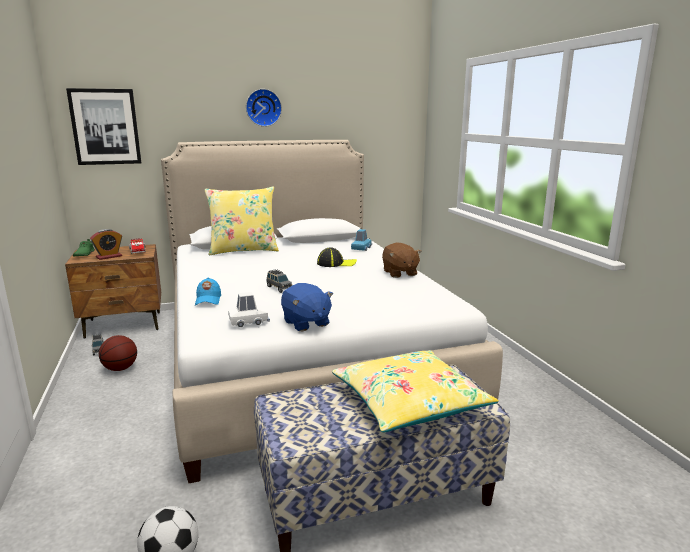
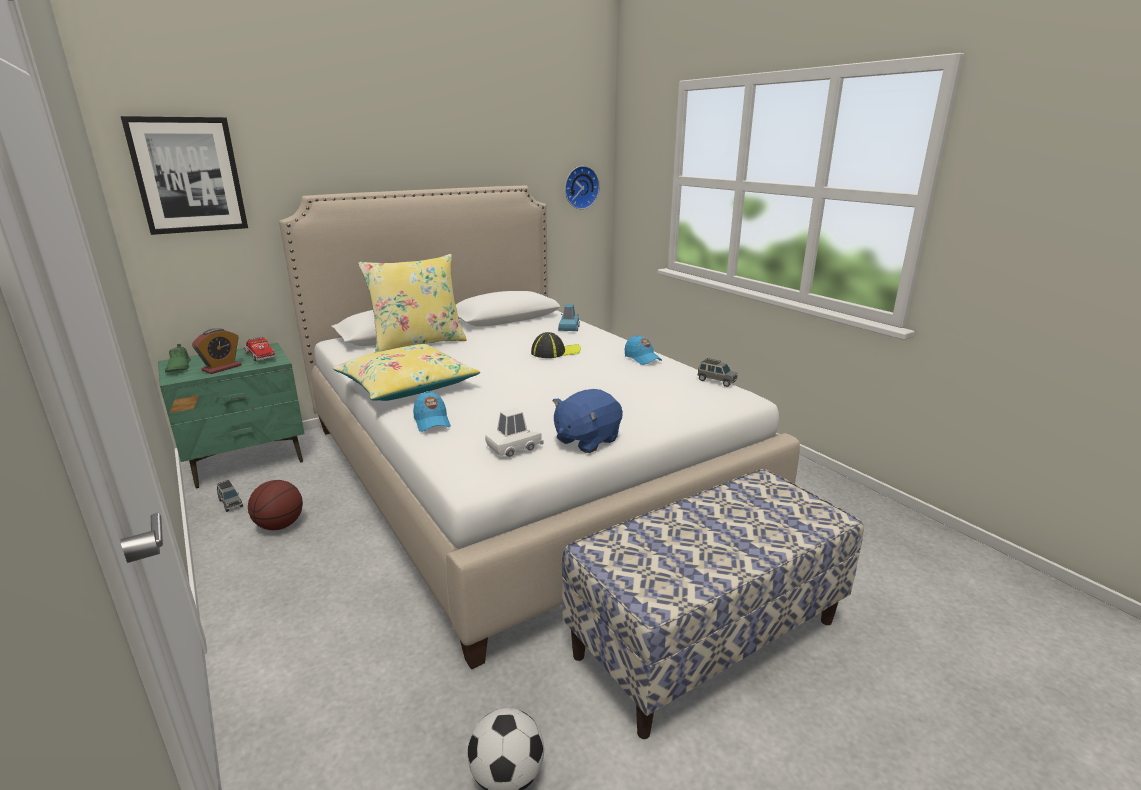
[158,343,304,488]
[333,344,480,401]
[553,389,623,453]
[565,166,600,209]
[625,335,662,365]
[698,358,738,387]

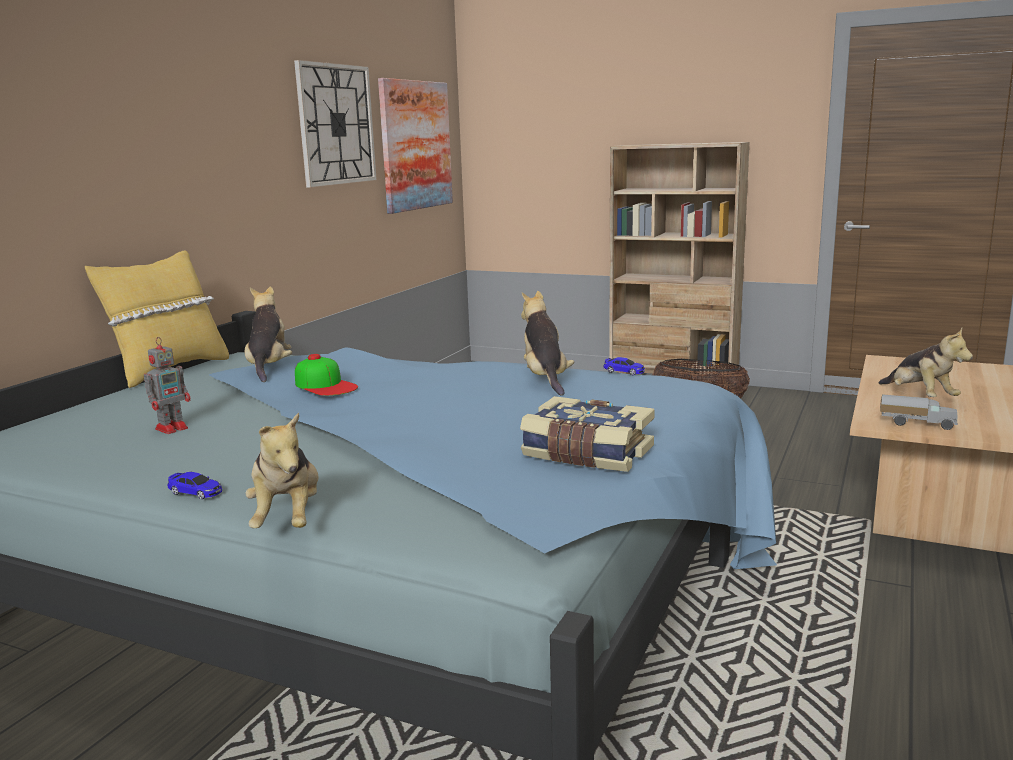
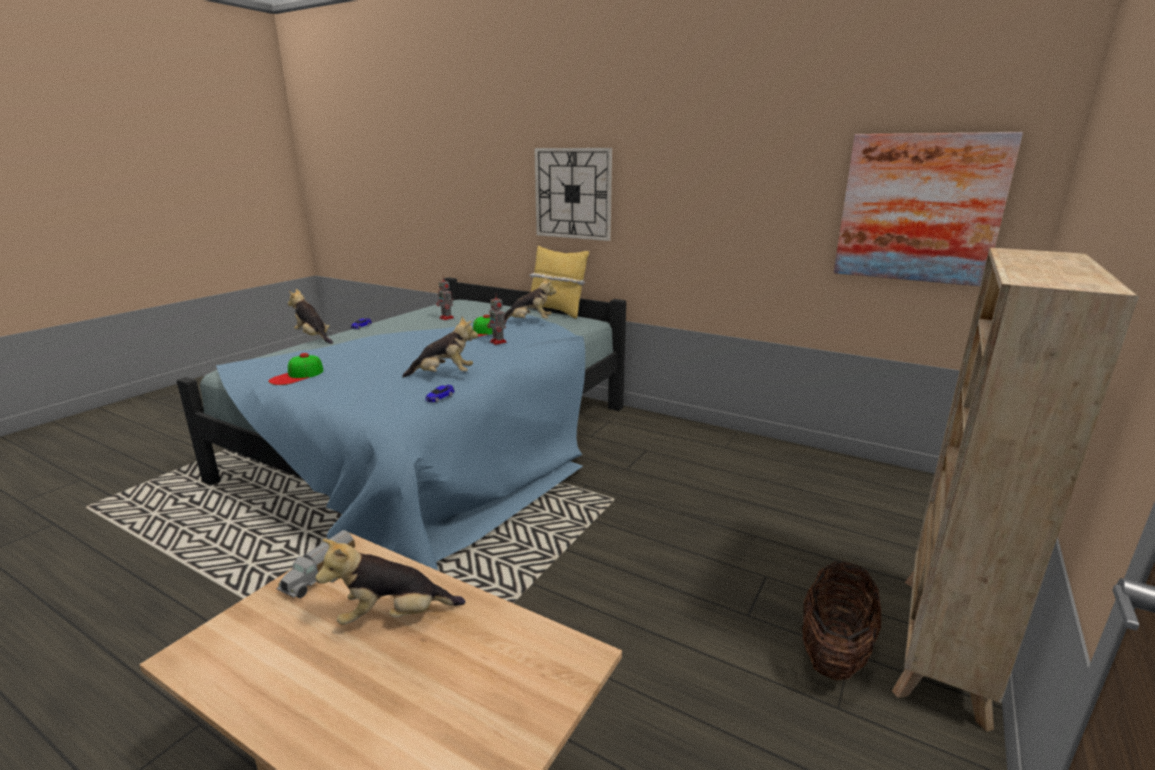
[269,353,324,385]
[288,289,333,344]
[487,294,507,345]
[534,148,612,241]

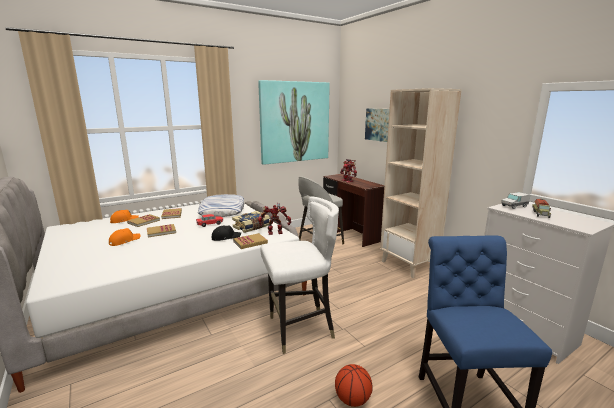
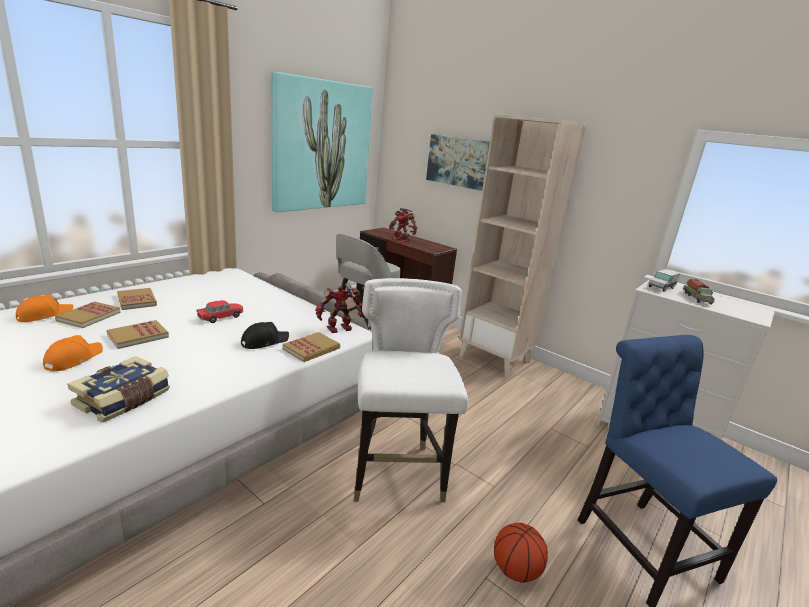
[67,356,170,423]
[354,278,468,502]
[198,194,244,217] (first image)

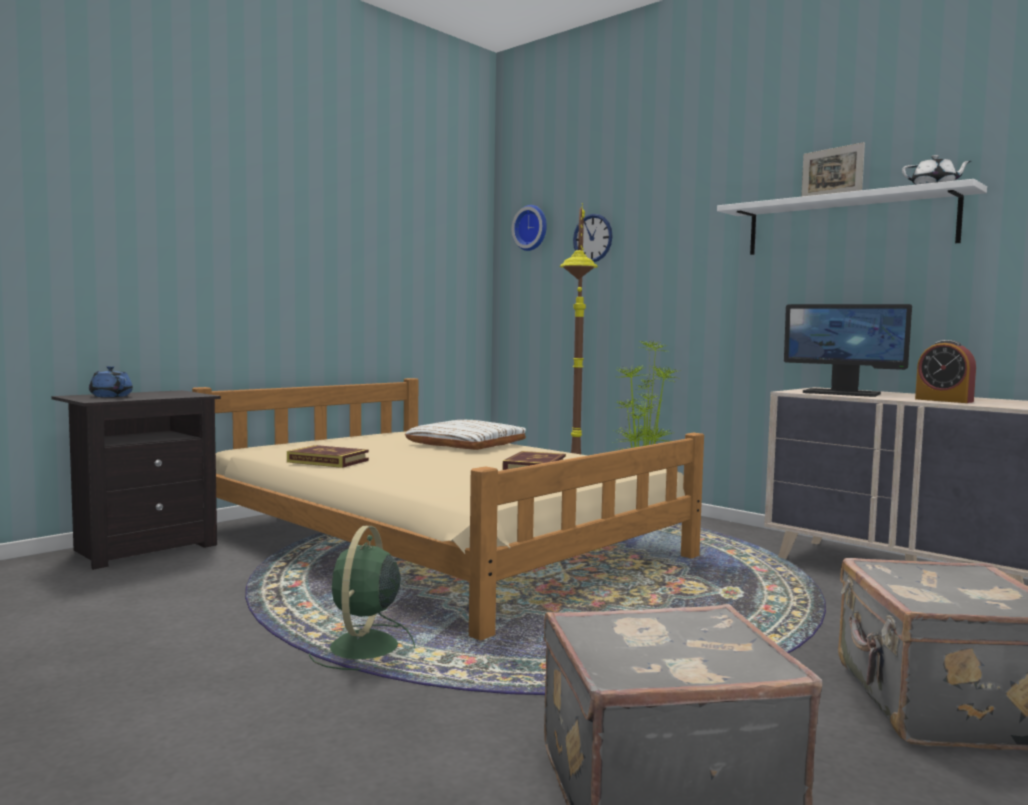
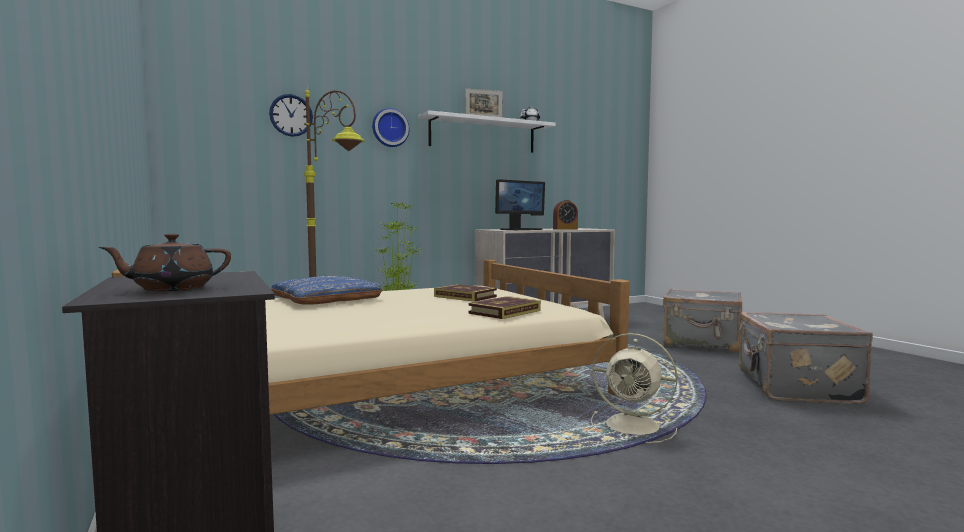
[99,234,231,291]
[271,276,382,304]
[372,108,409,147]
[469,296,541,319]
[591,333,677,443]

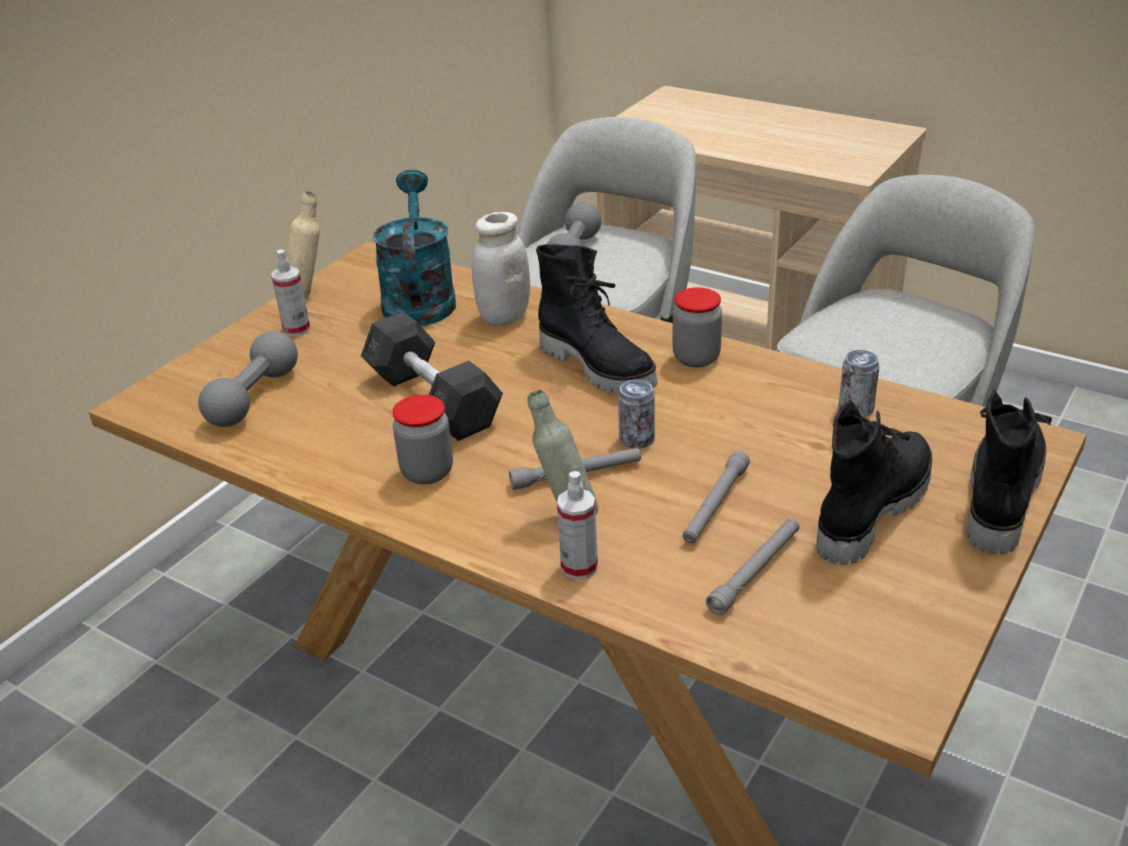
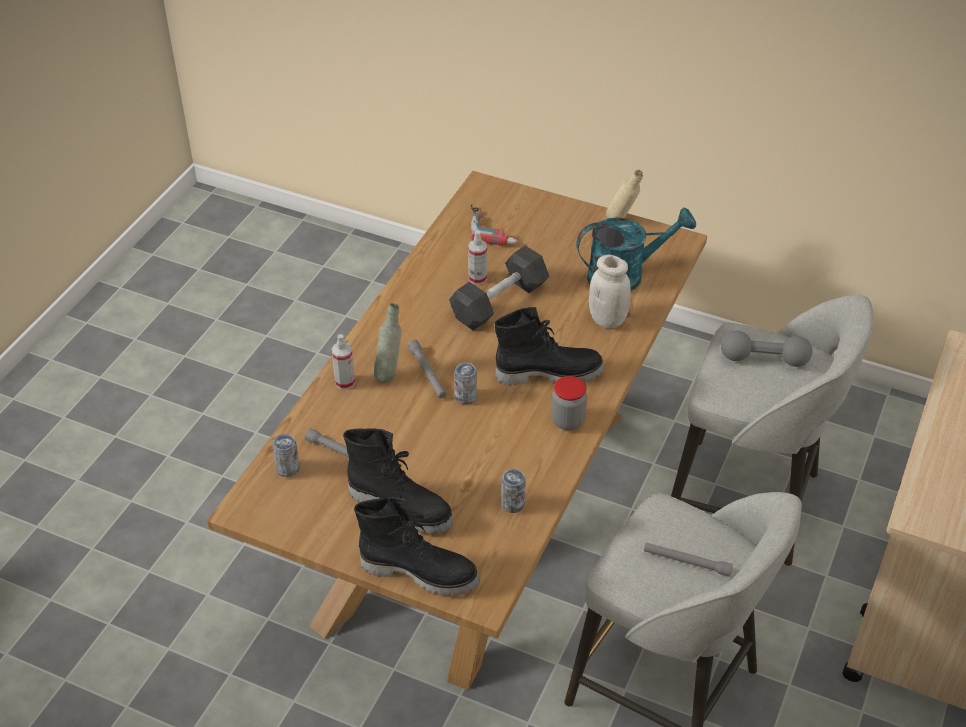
[272,434,300,477]
[468,231,487,285]
[471,204,518,246]
[495,307,605,386]
[644,543,733,577]
[392,395,453,484] (first image)

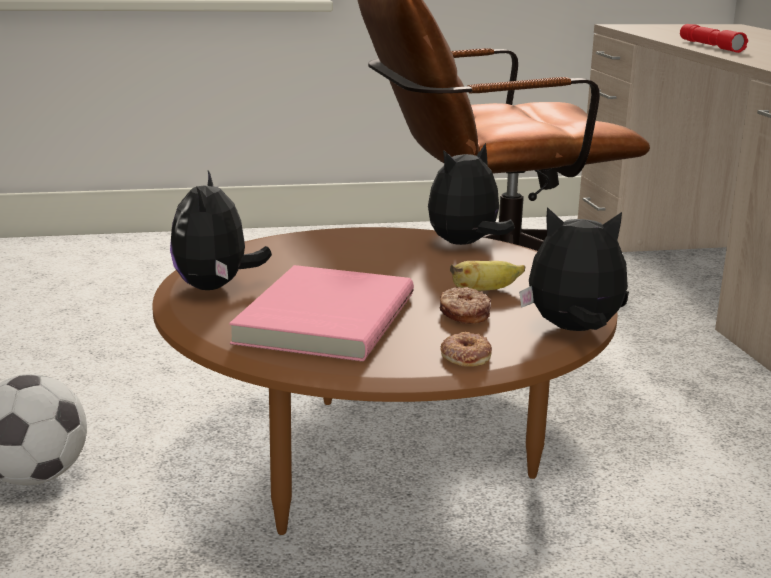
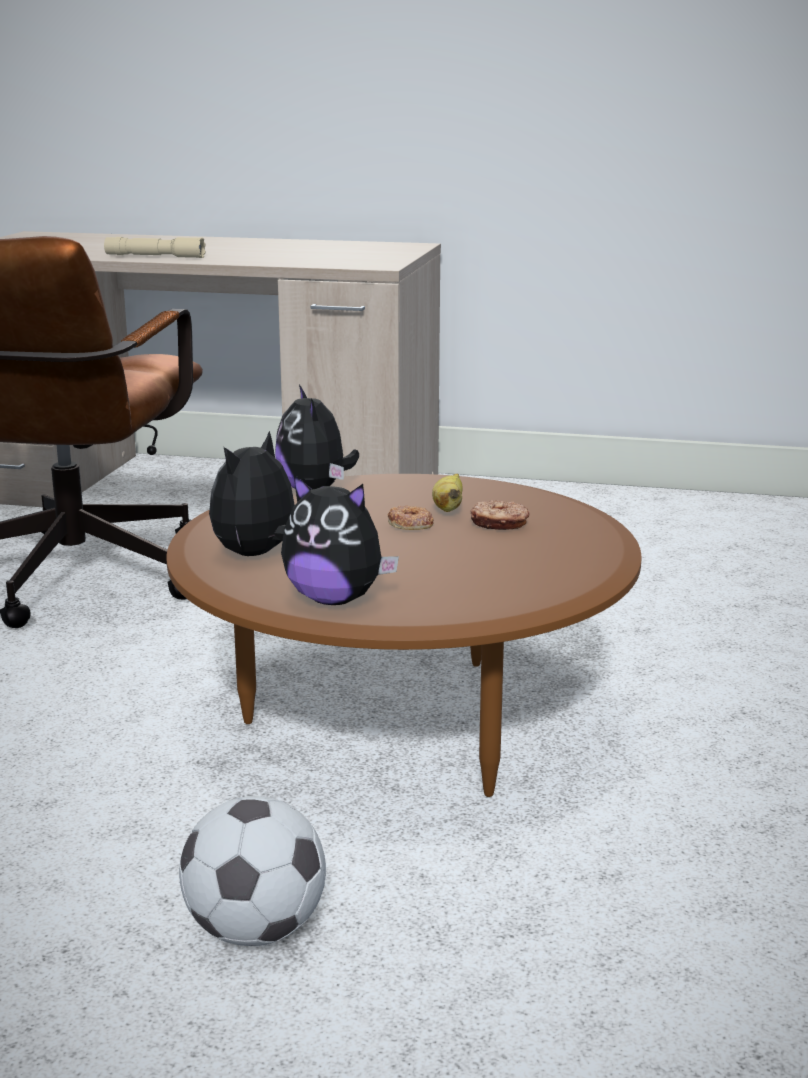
[104,237,206,258]
[209,431,295,556]
[388,505,434,530]
[229,265,414,362] (first image)

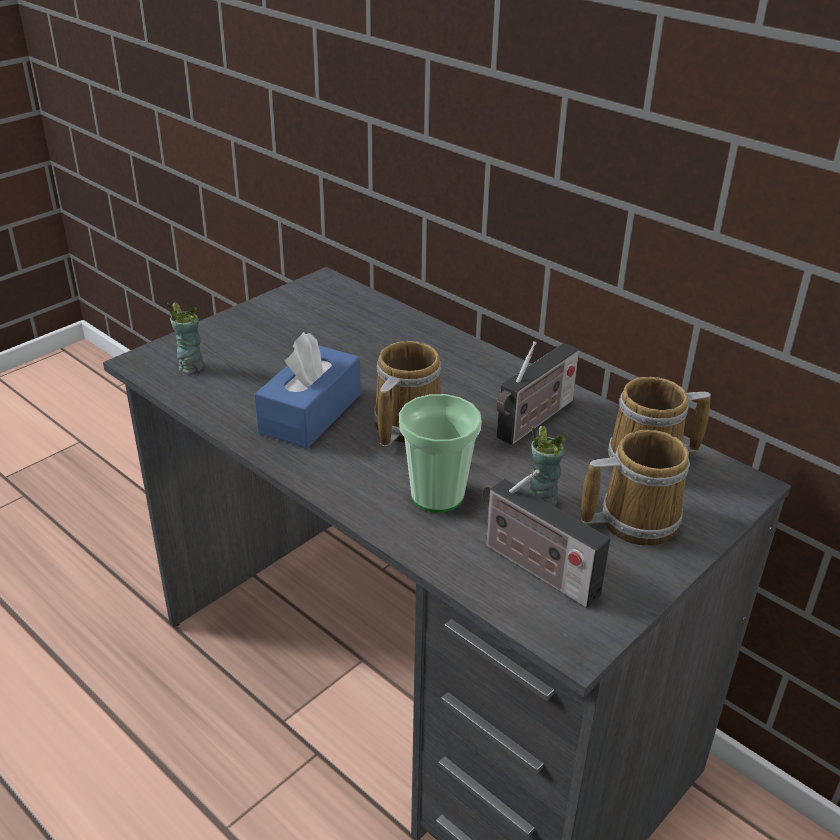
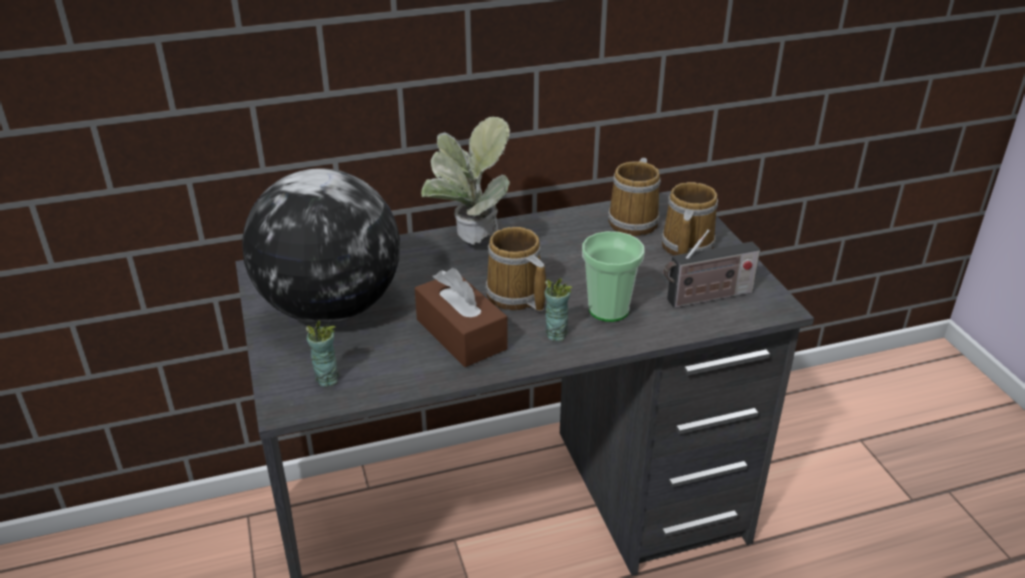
[242,168,400,323]
[415,268,508,367]
[421,116,510,245]
[544,278,573,341]
[496,341,579,445] (first image)

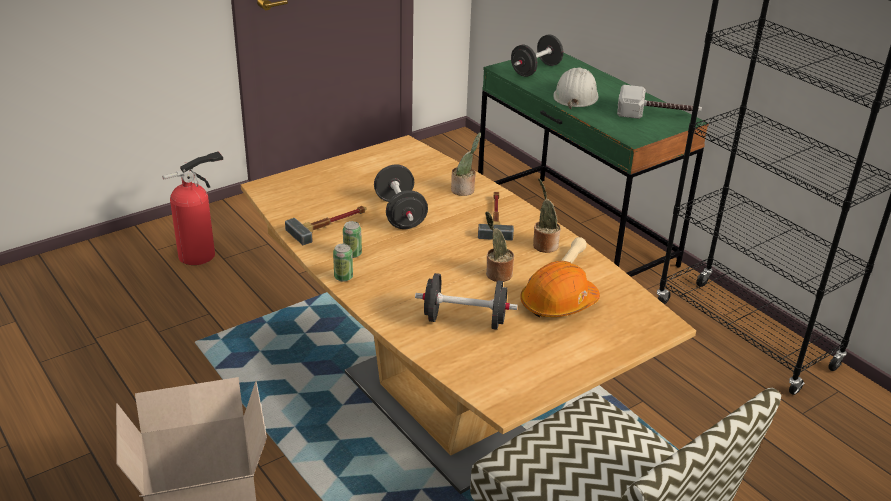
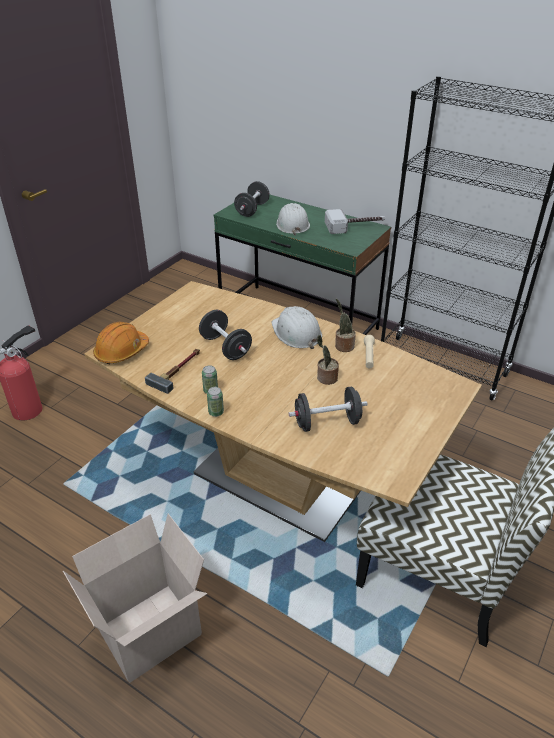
[93,322,149,364]
[271,306,322,349]
[451,132,481,196] (first image)

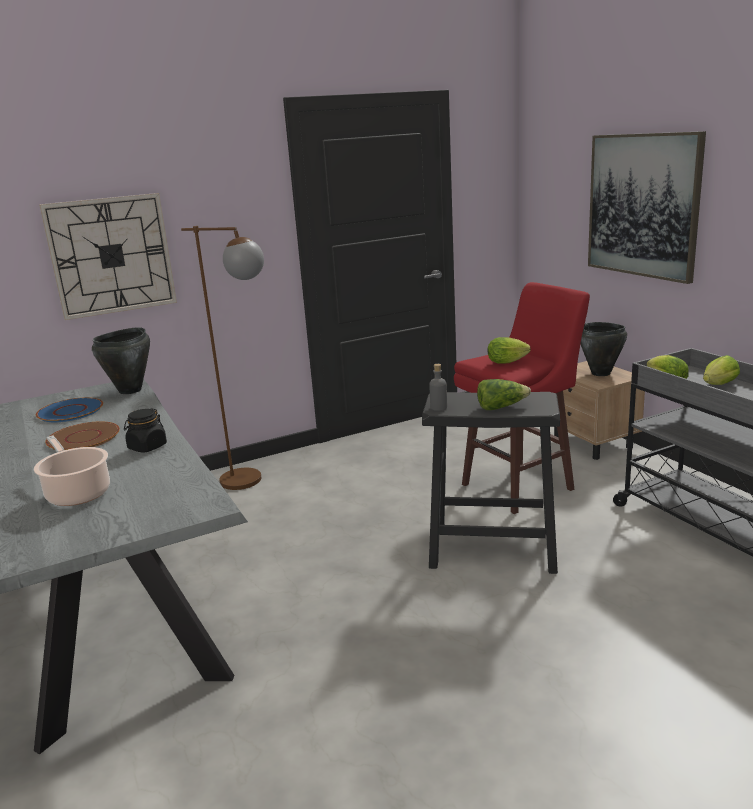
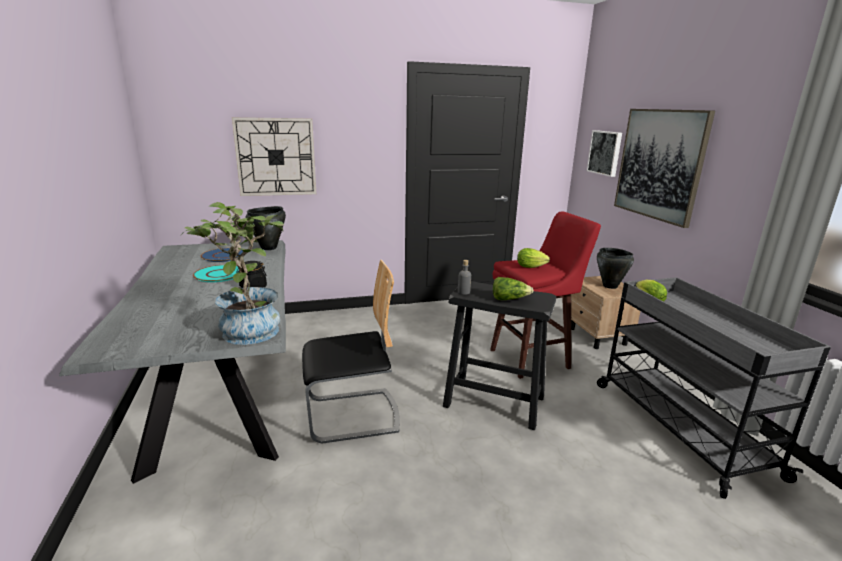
[181,202,284,345]
[193,265,239,282]
[302,260,400,443]
[587,130,622,177]
[34,436,110,506] (first image)
[181,226,264,490] (first image)
[703,355,740,385] (first image)

